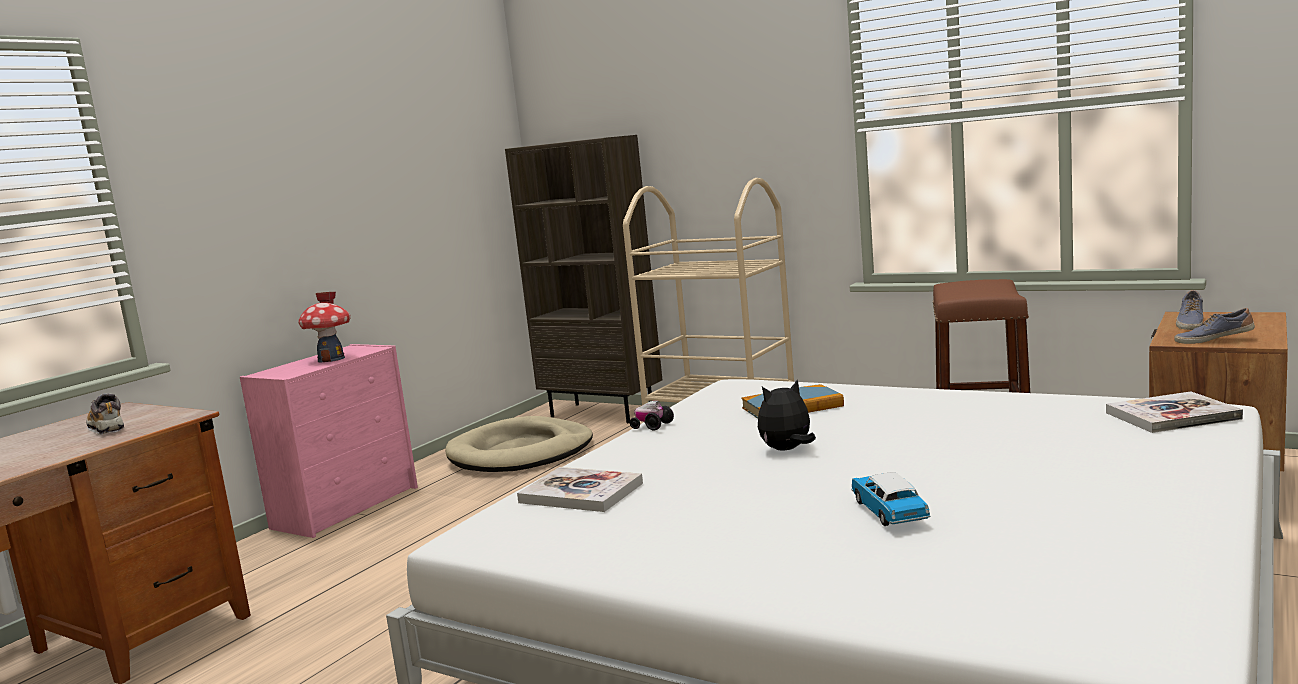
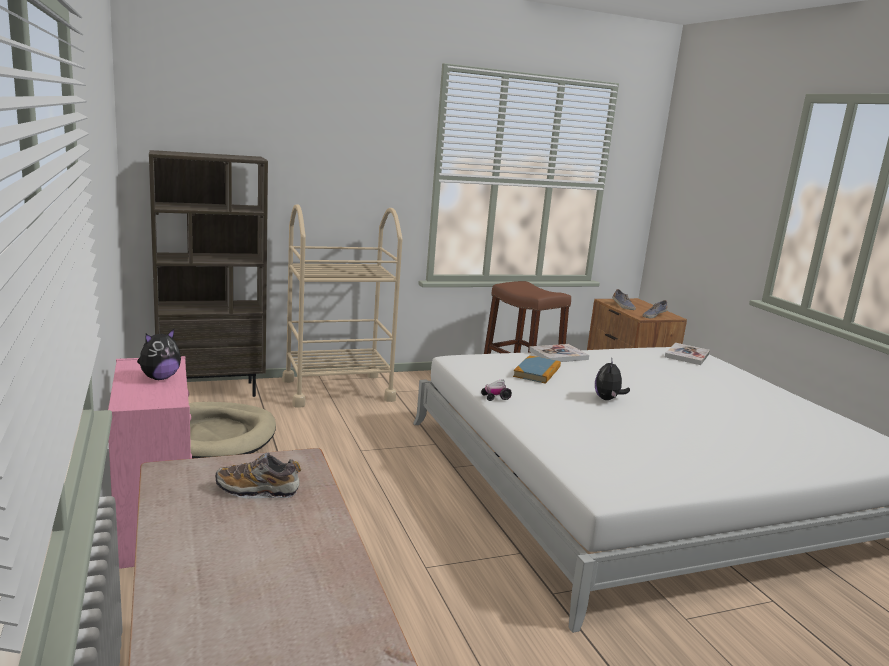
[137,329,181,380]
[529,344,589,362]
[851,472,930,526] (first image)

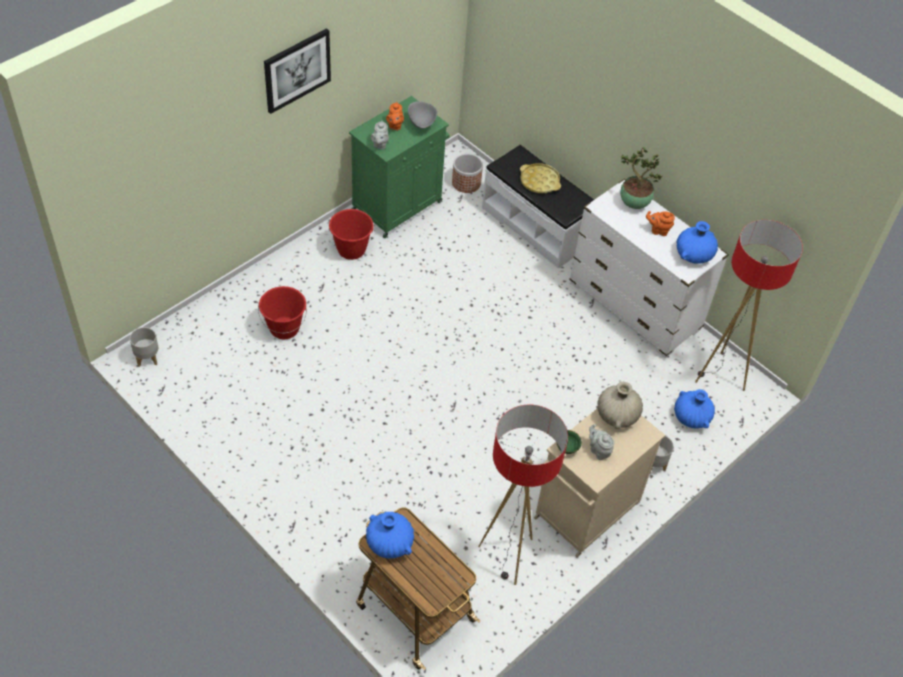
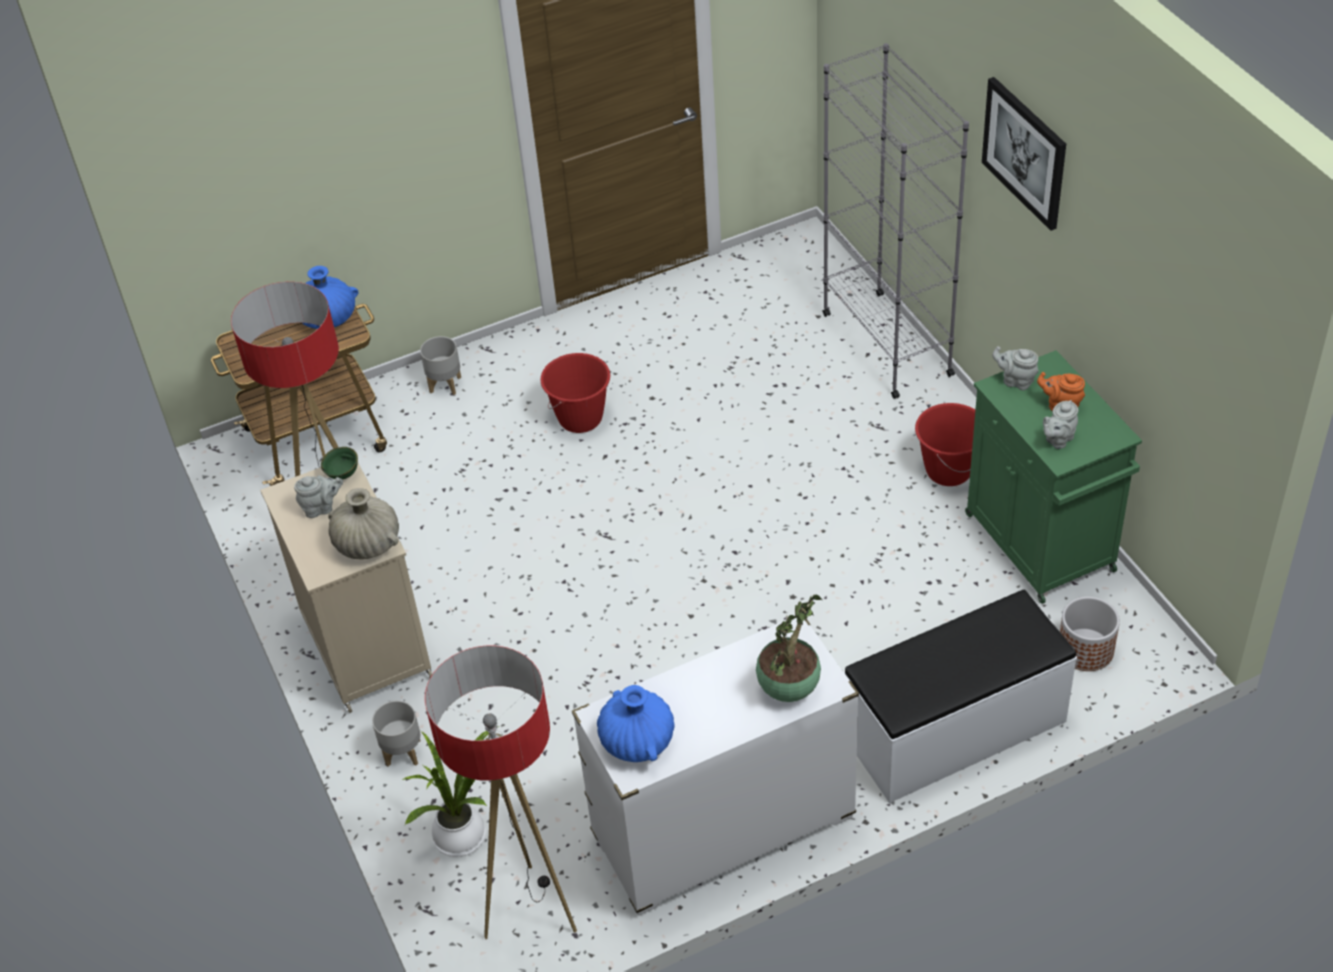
[402,726,500,857]
[420,336,461,395]
[540,353,610,433]
[822,43,969,399]
[1043,400,1078,449]
[520,163,561,193] (first image)
[646,211,675,236] (first image)

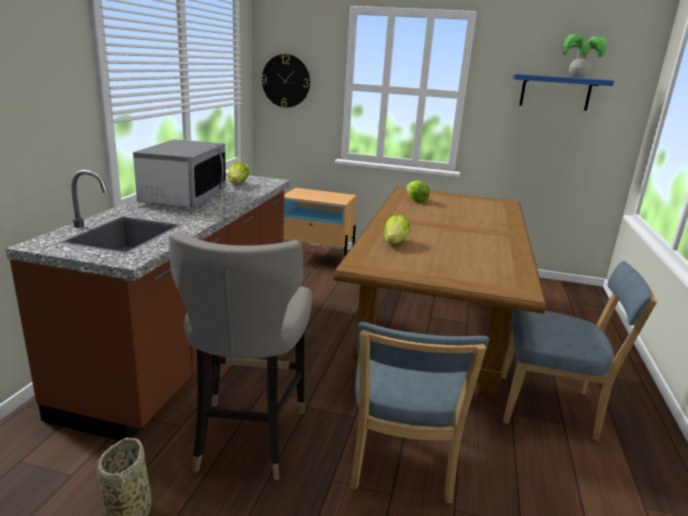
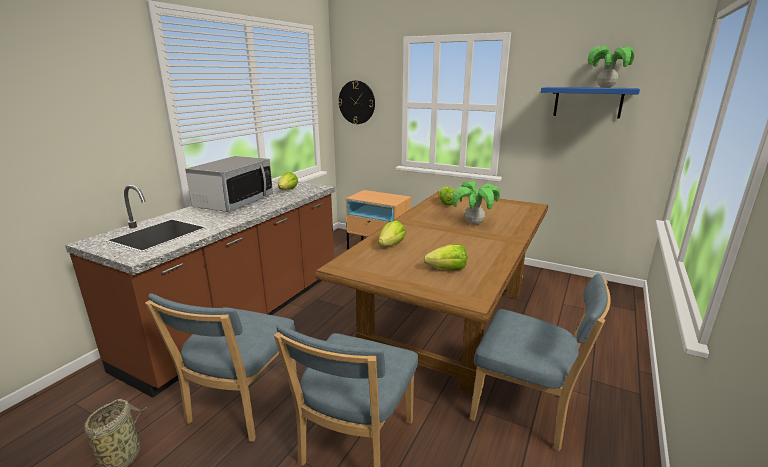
[145,294,297,441]
[424,244,467,270]
[452,181,500,225]

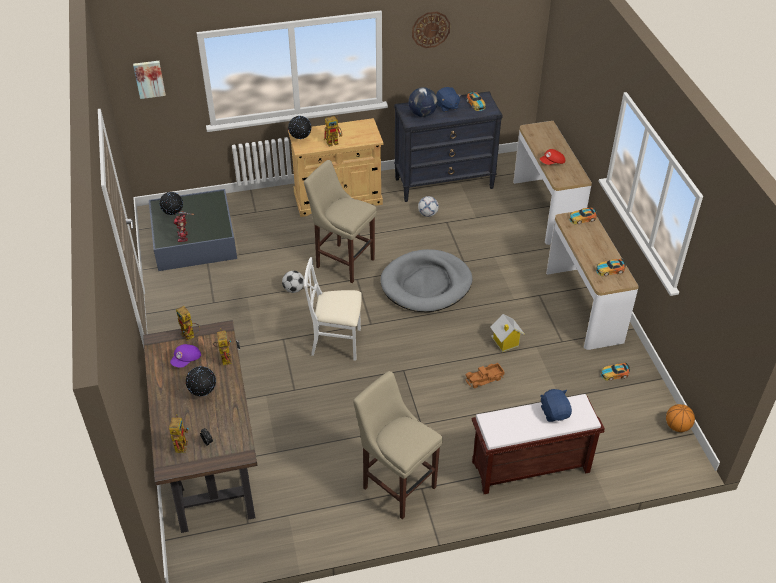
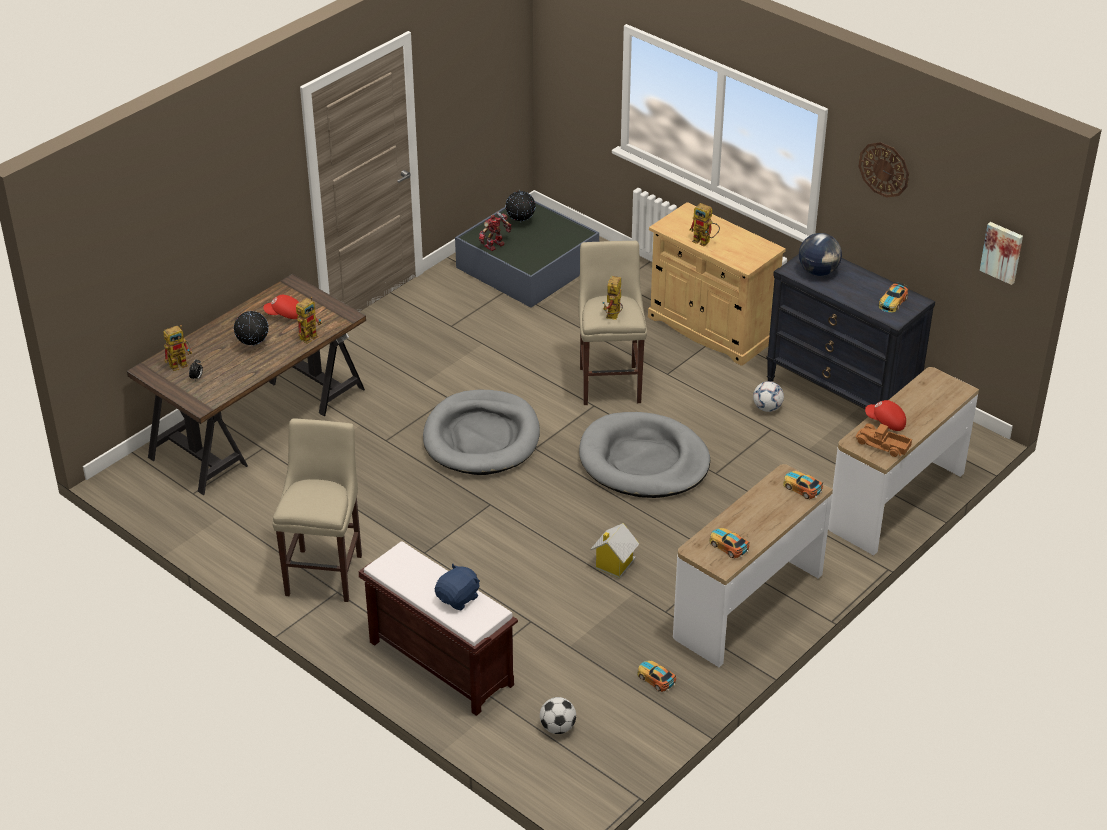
[263,295,299,319]
[423,389,540,475]
[540,697,576,734]
[603,276,623,320]
[856,423,912,457]
[980,222,1023,285]
[288,115,311,140] (first image)
[436,87,461,112] (first image)
[666,404,695,432] (first image)

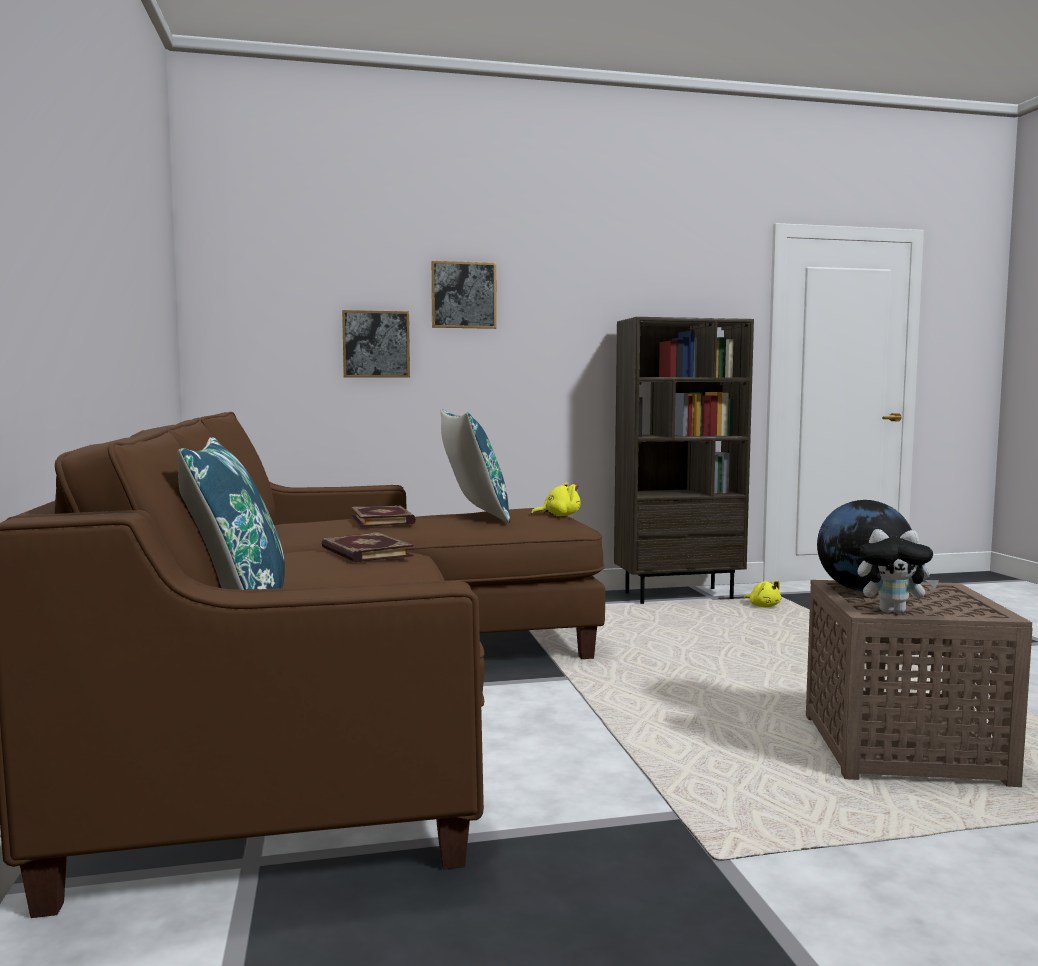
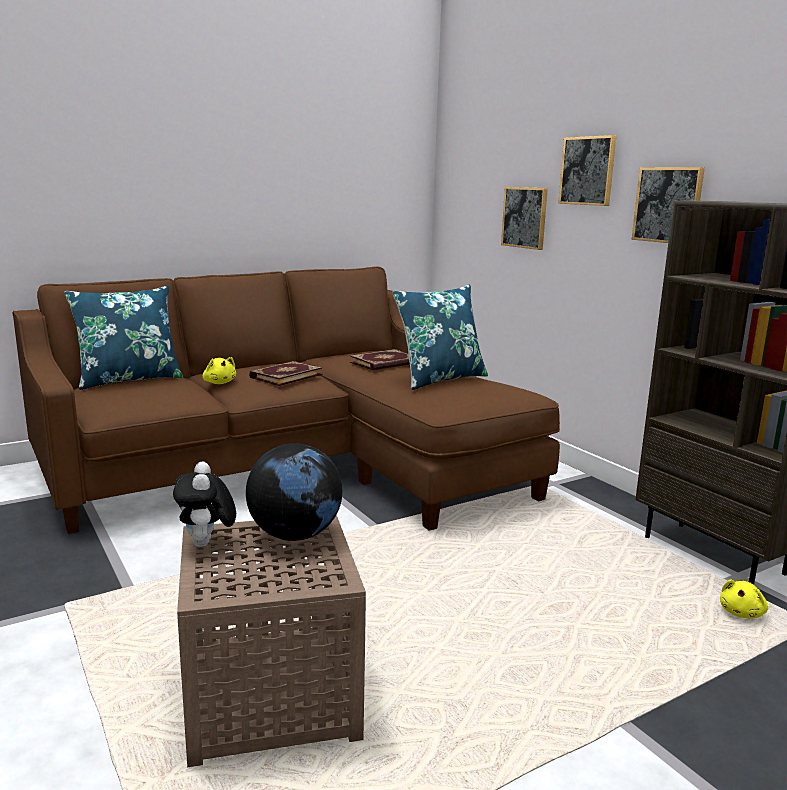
[203,357,236,384]
[632,167,705,243]

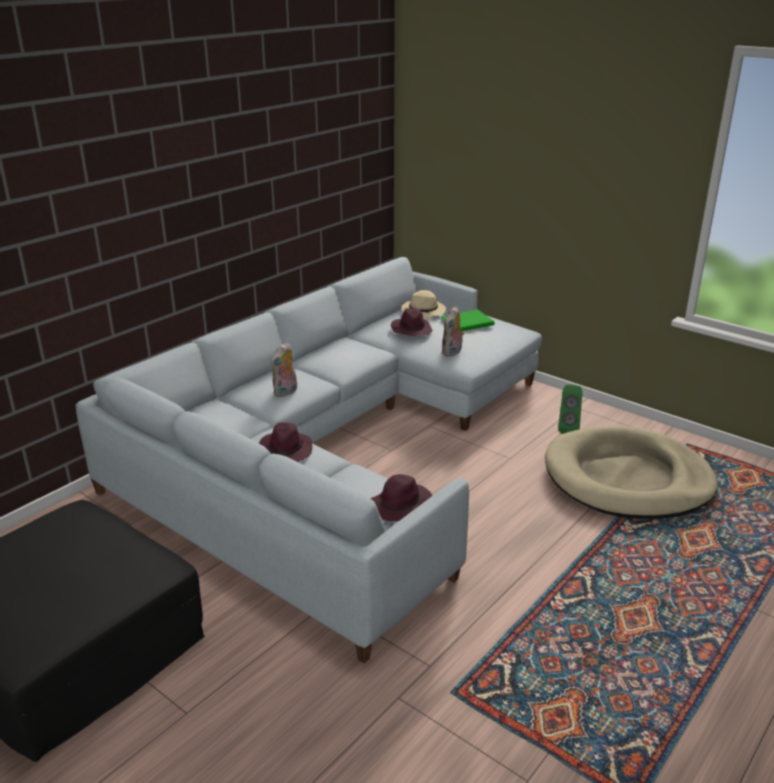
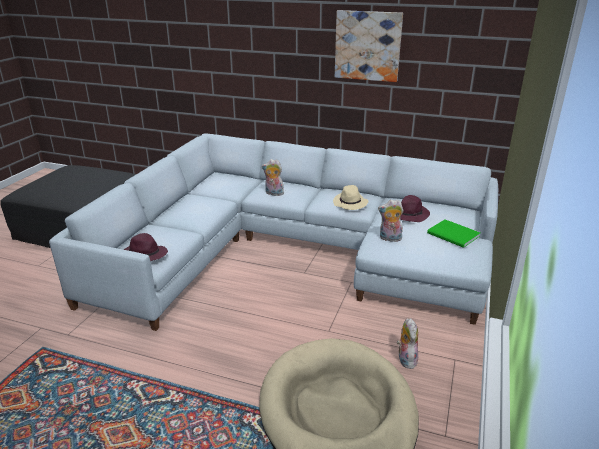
[333,185,368,210]
[335,10,403,82]
[397,318,418,369]
[259,422,312,462] (first image)

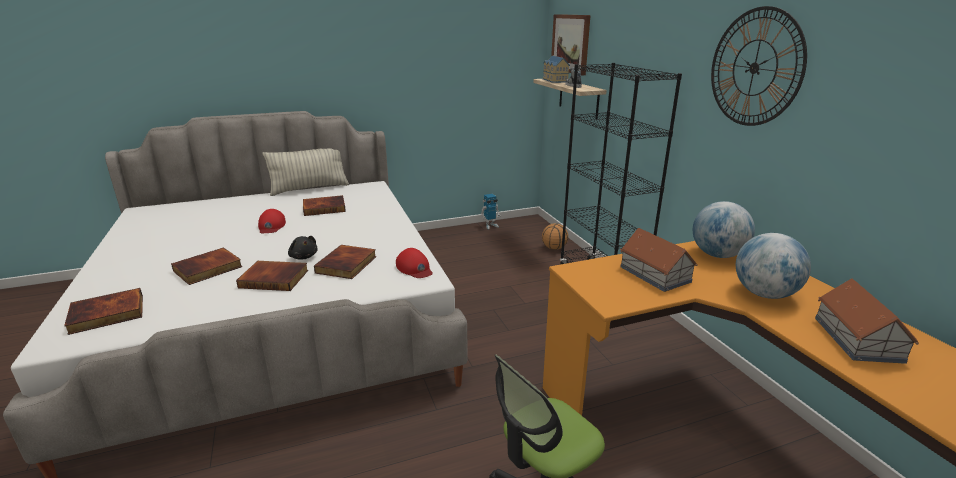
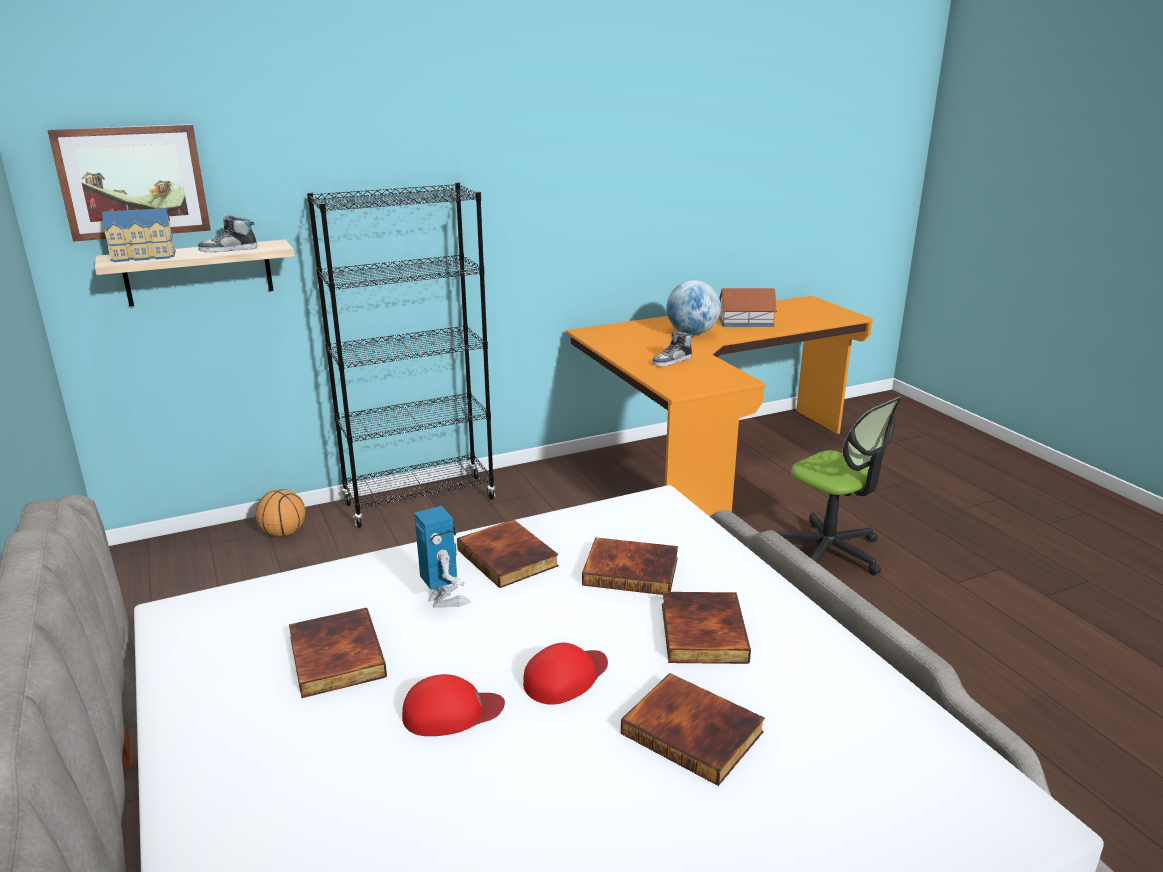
[414,506,471,608]
[457,519,559,588]
[523,643,608,705]
[652,332,694,367]
[263,149,349,196] (first image)
[288,236,318,260] (first image)
[693,201,755,258] (first image)
[711,6,807,126] (first image)

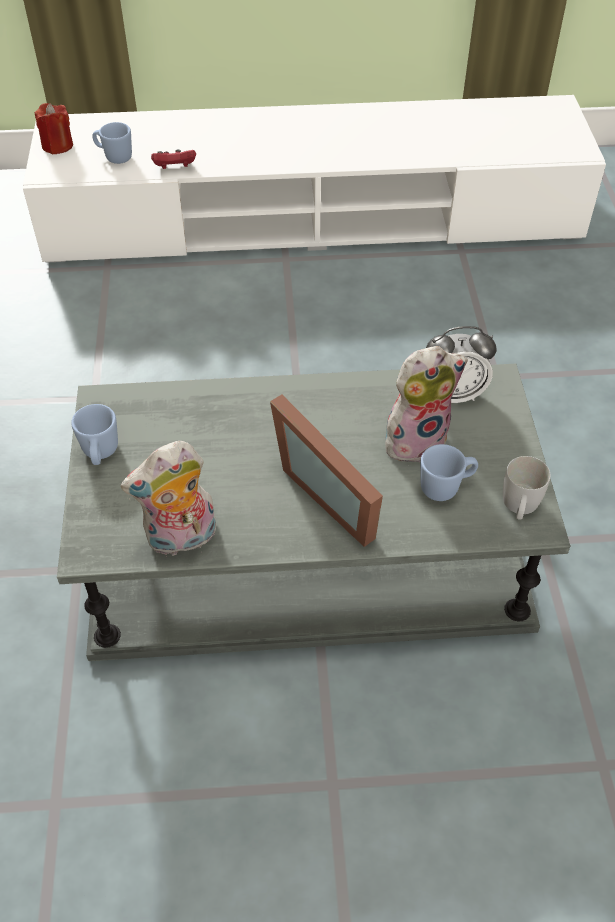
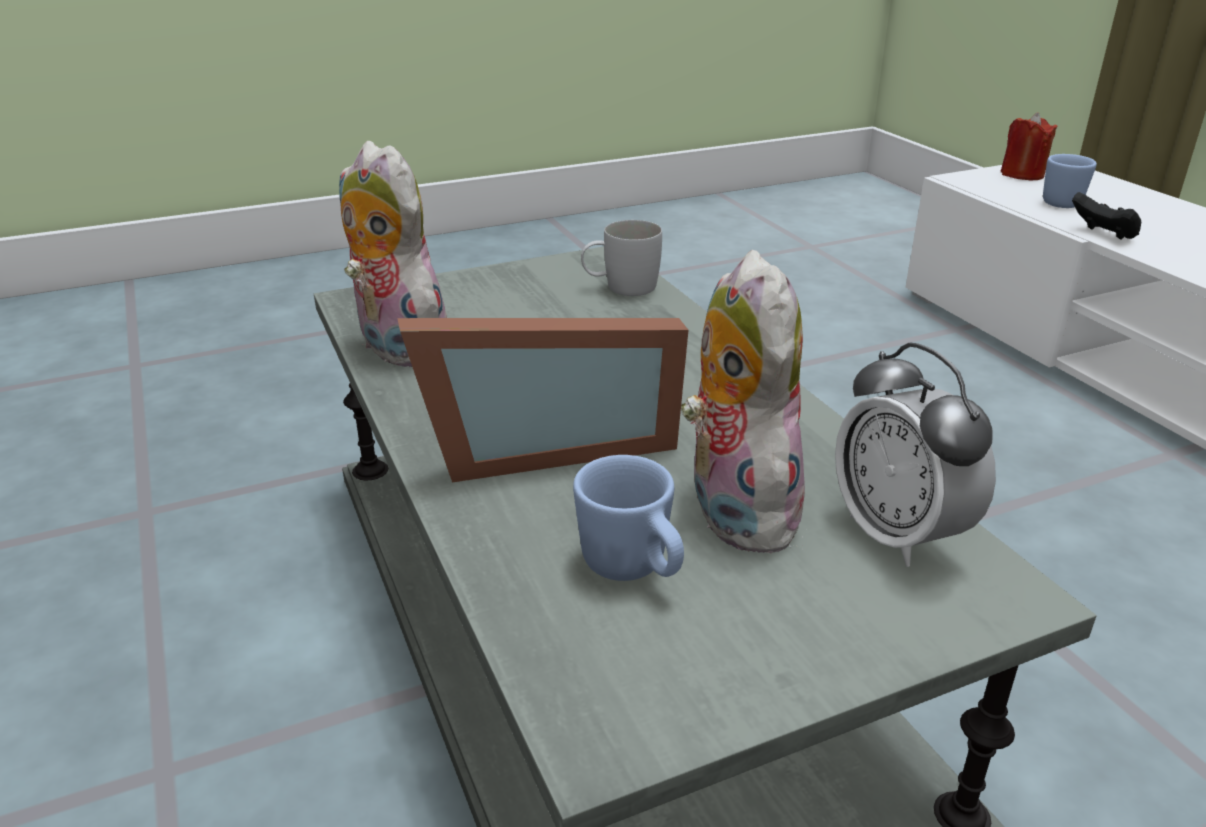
[397,318,689,482]
[581,220,662,296]
[681,250,807,554]
[1072,192,1141,240]
[71,404,118,465] (first image)

